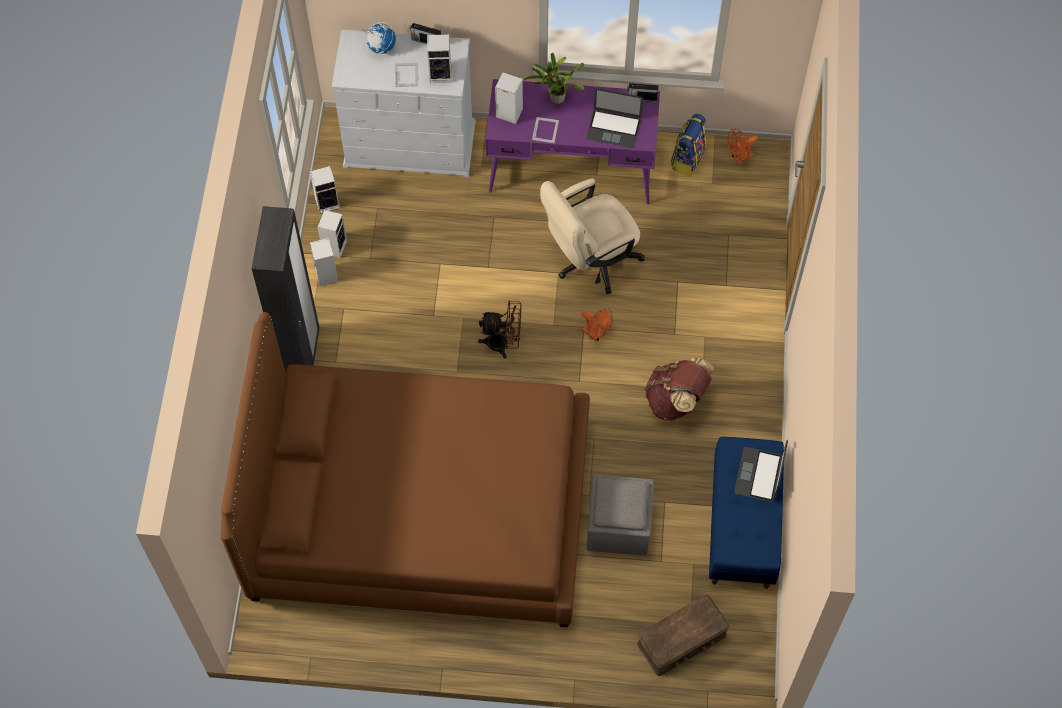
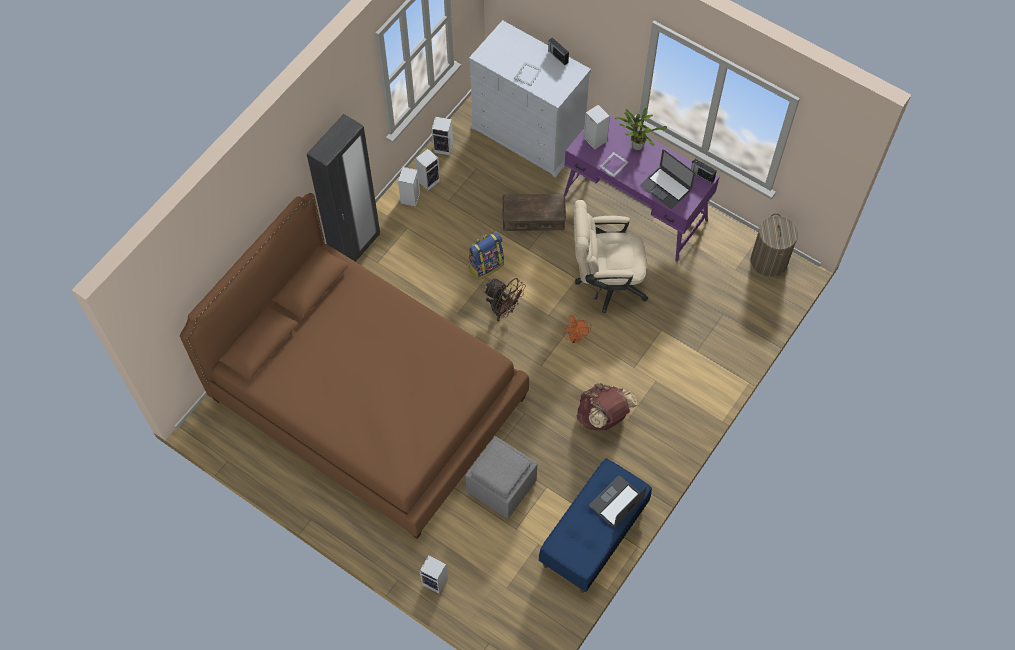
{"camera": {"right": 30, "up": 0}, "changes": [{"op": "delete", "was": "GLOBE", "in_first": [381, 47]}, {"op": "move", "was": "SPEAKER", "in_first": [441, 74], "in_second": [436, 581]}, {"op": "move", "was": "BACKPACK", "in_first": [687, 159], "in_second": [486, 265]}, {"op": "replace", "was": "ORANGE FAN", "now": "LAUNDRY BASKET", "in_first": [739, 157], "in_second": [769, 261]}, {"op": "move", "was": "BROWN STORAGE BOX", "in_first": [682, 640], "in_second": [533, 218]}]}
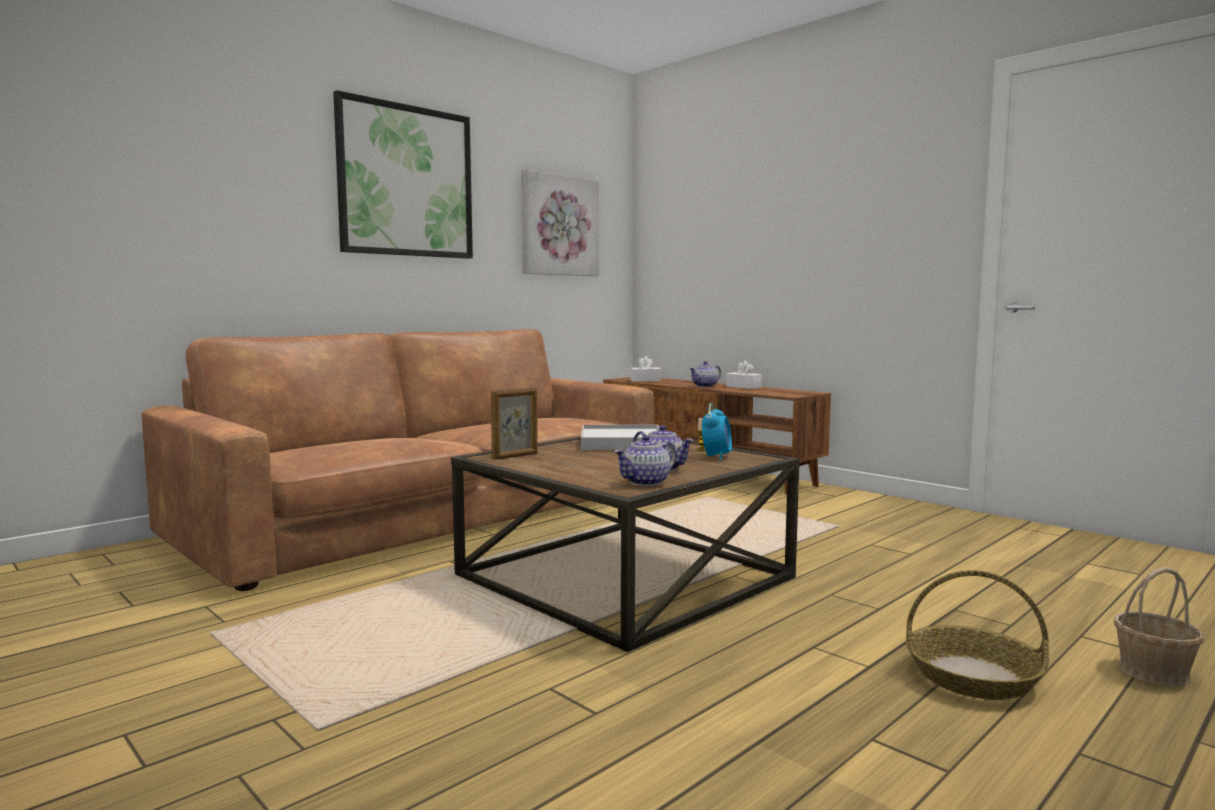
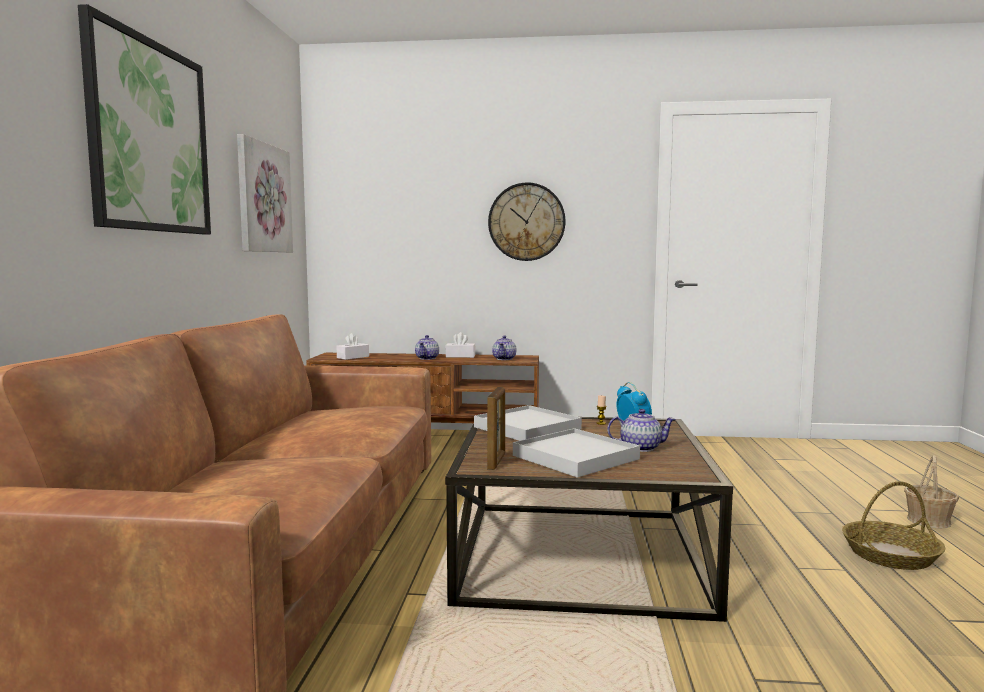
{"camera": {"right": -40, "up": 0}, "changes": [{"op": "move", "was": "TEAPOT", "in_first": [646, 482], "in_second": [504, 359]}, {"op": "insert", "now": "WALL CLOCK", "in_second": [526, 222]}, {"op": "insert", "now": "WHITE TRAY", "in_second": [576, 457]}]}
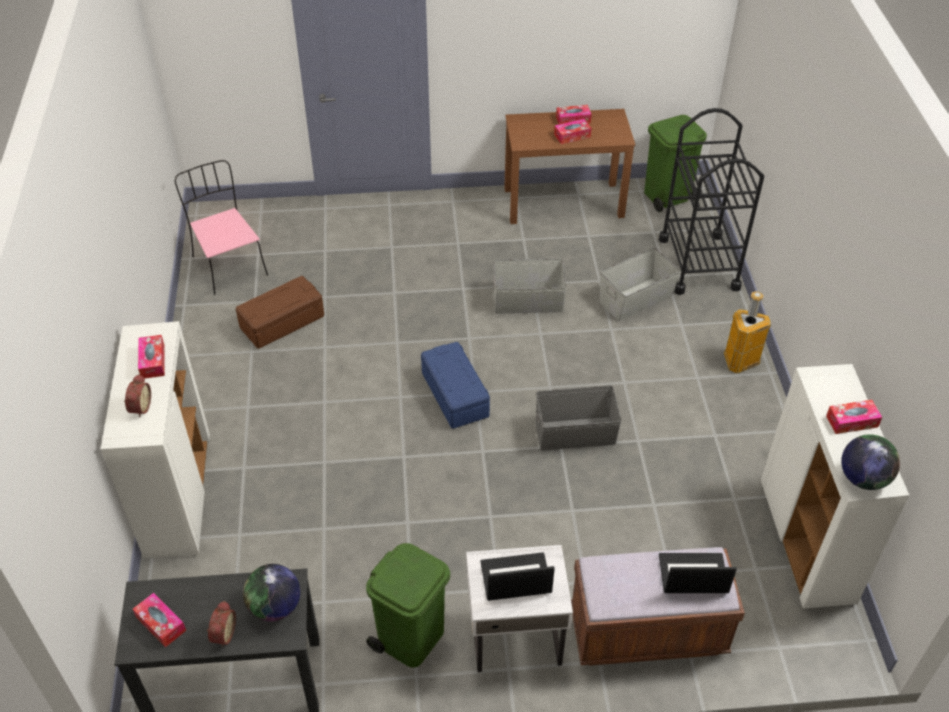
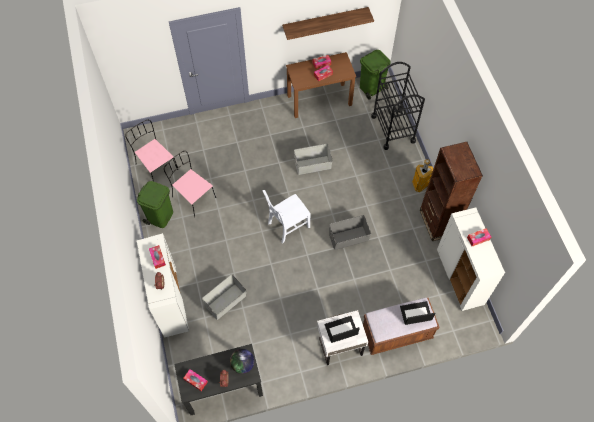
{"camera": {"right": -10, "up": 15}, "changes": [{"op": "move", "was": "GREY STORAGE BOX", "in_first": [635, 299], "in_second": [225, 301]}, {"op": "replace", "was": "BROWN STORAGE BOX", "now": "PINK CHAIR", "in_first": [282, 321], "in_second": [193, 197]}, {"op": "replace", "was": "BLUE STORAGE BOX", "now": "WHITE CHAIR", "in_first": [454, 395], "in_second": [287, 226]}, {"op": "delete", "was": "GLOBE", "in_first": [863, 478]}, {"op": "move", "was": "GREEN TRASH CAN", "in_first": [411, 637], "in_second": [160, 216]}, {"op": "insert", "now": "SHELF", "in_second": [325, 21]}, {"op": "insert", "now": "BROWN BOOKCASE", "in_second": [437, 223]}]}
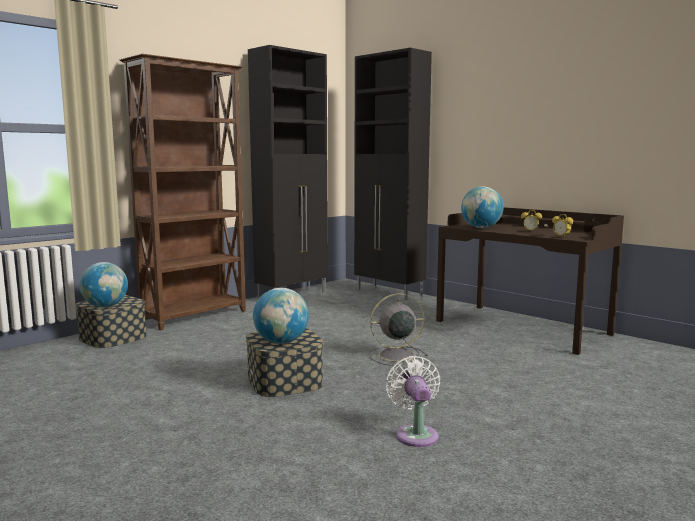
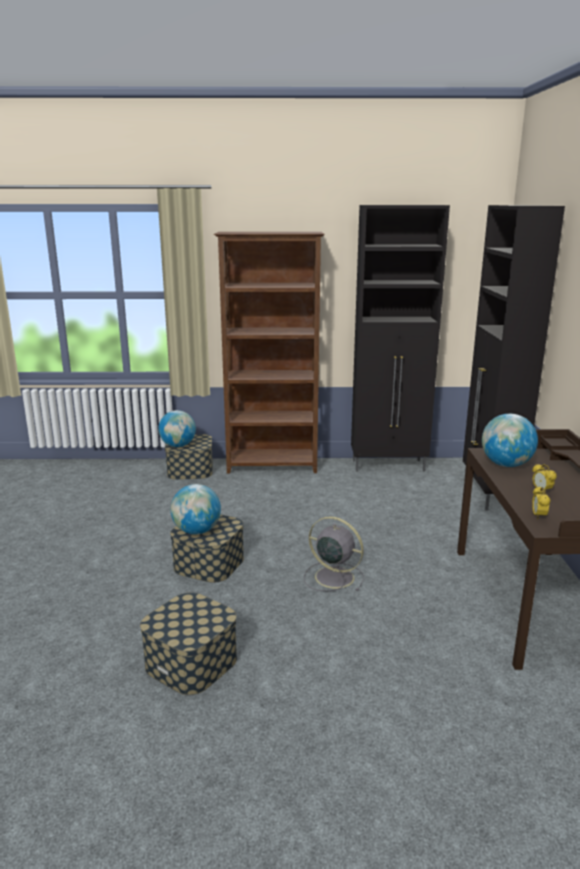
{"camera": {"right": 45, "up": 10}, "changes": [{"op": "replace", "was": "WHITE FAN", "now": "STORAGE BOX", "in_first": [415, 434], "in_second": [191, 662]}]}
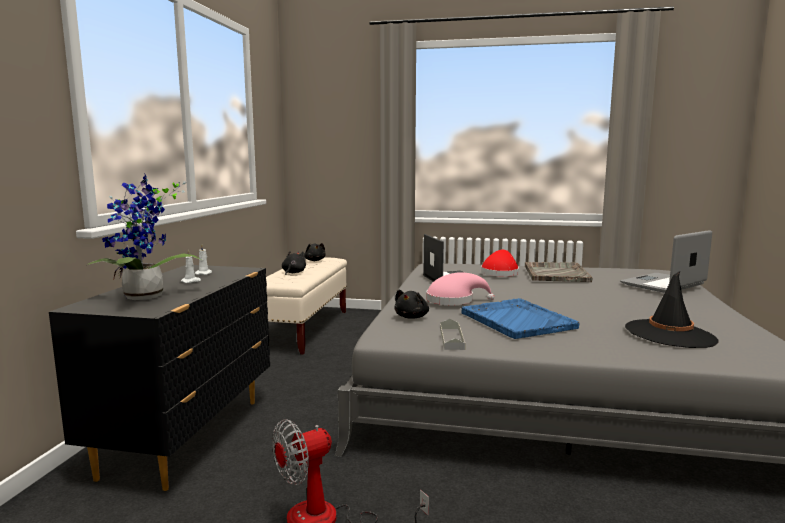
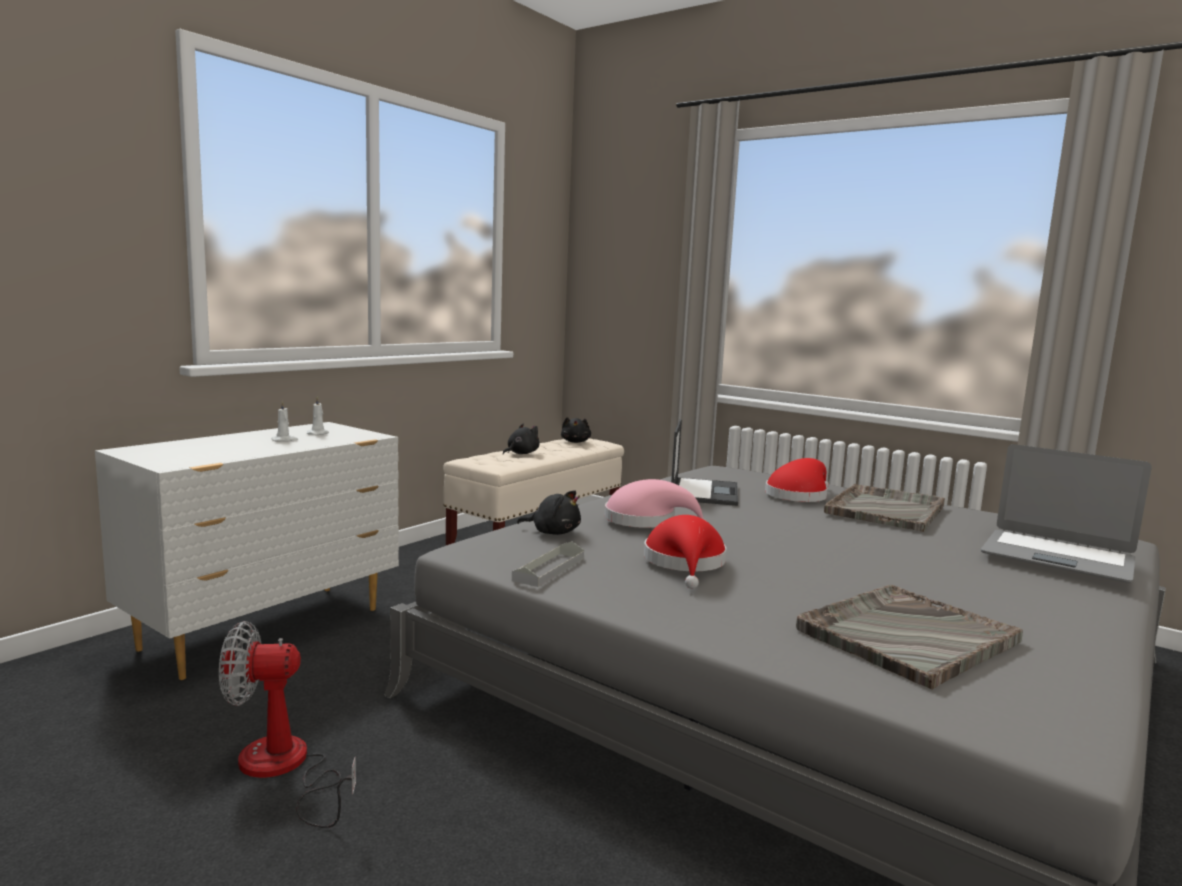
{"camera": {"right": 25, "up": 0}, "changes": [{"op": "delete", "was": "POTTED PLANT", "in_first": [145, 298]}, {"op": "rotate", "was": "LAPTOP", "in_first": [663, 284], "in_second": [1057, 557], "clockwise": -135}, {"op": "recolor", "was": "BLACK DRESSER", "now": "WHITE DRESSER", "in_first": [188, 436], "in_second": [268, 628]}, {"op": "replace", "was": "BLACK HAT", "now": "GREY TRAY", "in_first": [670, 334], "in_second": [906, 636]}, {"op": "rotate", "was": "BLACK PLUSH TOY", "in_first": [412, 317], "in_second": [553, 532], "clockwise": -120}, {"op": "replace", "was": "BLUE TRAY", "now": "RED HAT", "in_first": [516, 320], "in_second": [685, 563]}]}
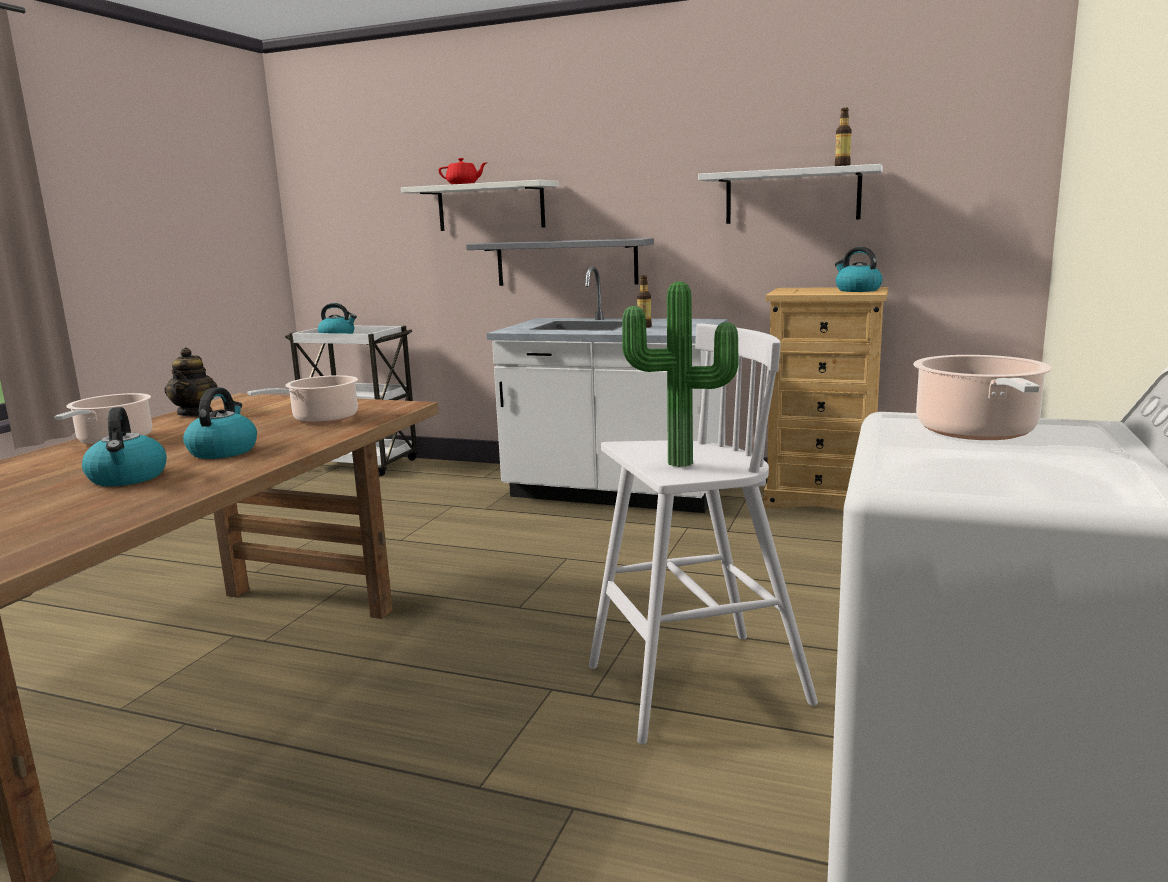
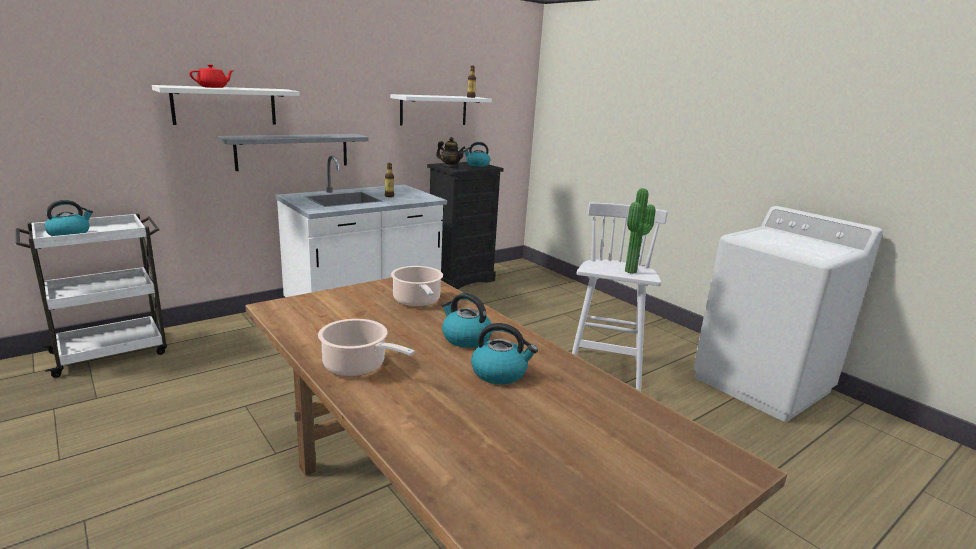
{"camera": {"right": -60, "up": 5}, "changes": [{"op": "recolor", "was": "BEIGE DRESSER", "now": "BLACK DRESSER", "in_first": [821, 498], "in_second": [460, 279]}, {"op": "move", "was": "TEAPOT", "in_first": [196, 413], "in_second": [450, 167]}, {"op": "delete", "was": "COOKING POT", "in_first": [978, 432]}]}
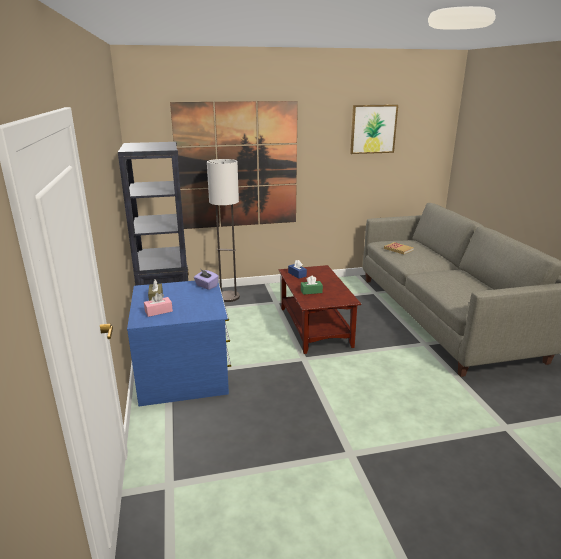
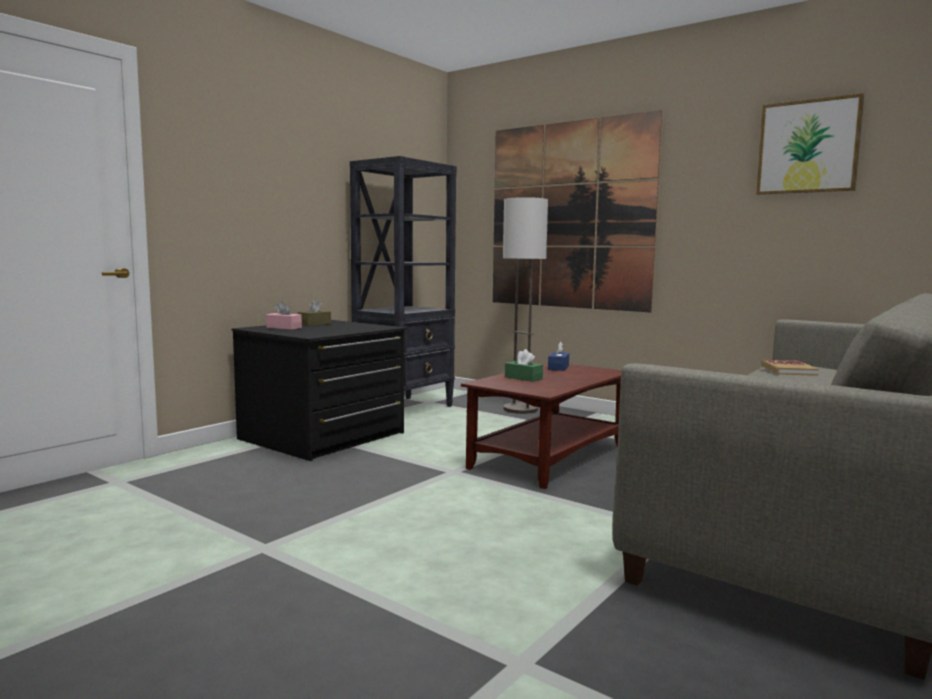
{"camera": {"right": 50, "up": -15}, "changes": [{"op": "delete", "was": "PURPLE TISSUE BOX", "in_first": [206, 286]}, {"op": "recolor", "was": "BLUE DRESSER", "now": "BLACK DRESSER", "in_first": [184, 372], "in_second": [323, 436]}]}
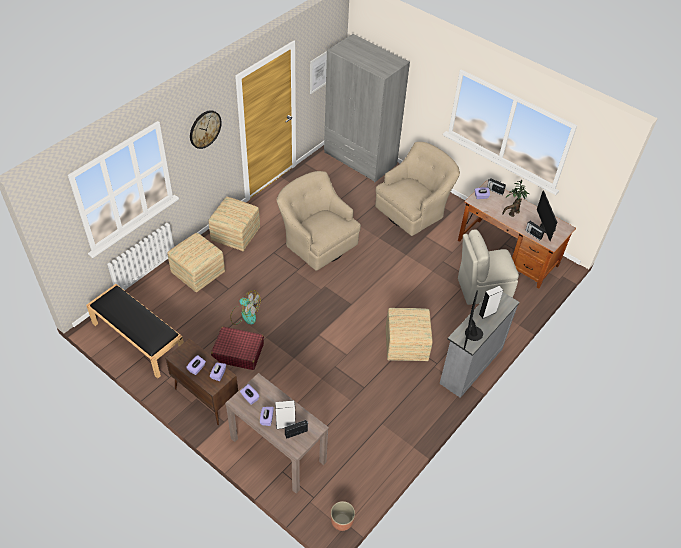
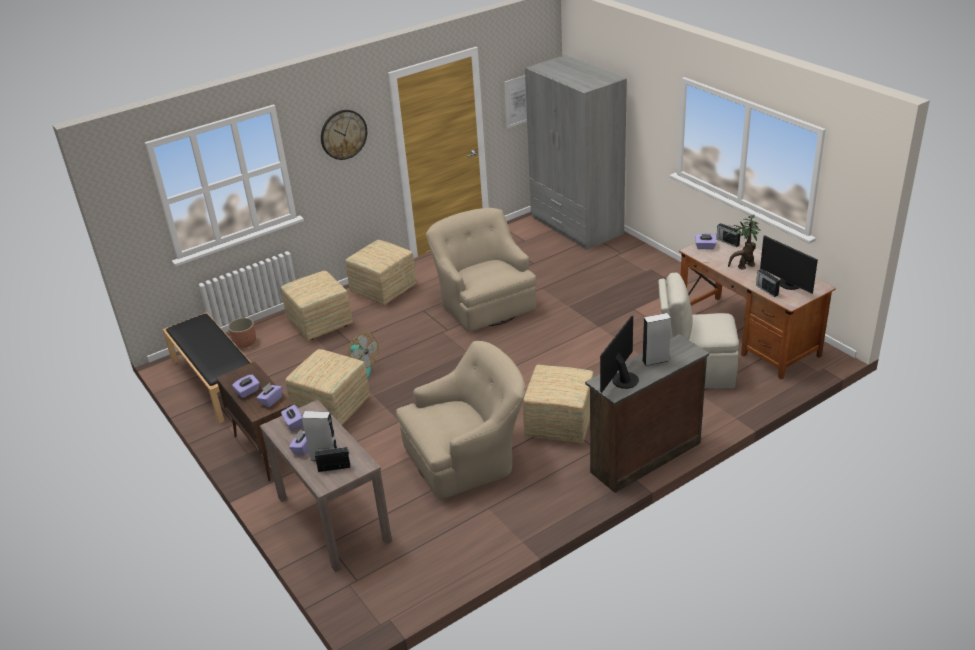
{"camera": {"right": 20, "up": -15}, "changes": [{"op": "move", "was": "BEIGE ARMCHAIR", "in_first": [414, 209], "in_second": [467, 457]}, {"op": "rotate", "was": "MONITOR", "in_first": [545, 228], "in_second": [788, 284], "clockwise": -45}, {"op": "recolor", "was": "GREY DRESSER", "now": "BROWN DRESSER", "in_first": [470, 365], "in_second": [644, 457]}, {"op": "replace", "was": "RED SUITCASE", "now": "OTTOMAN", "in_first": [238, 352], "in_second": [331, 407]}, {"op": "move", "was": "PLANTER", "in_first": [341, 521], "in_second": [245, 343]}]}
